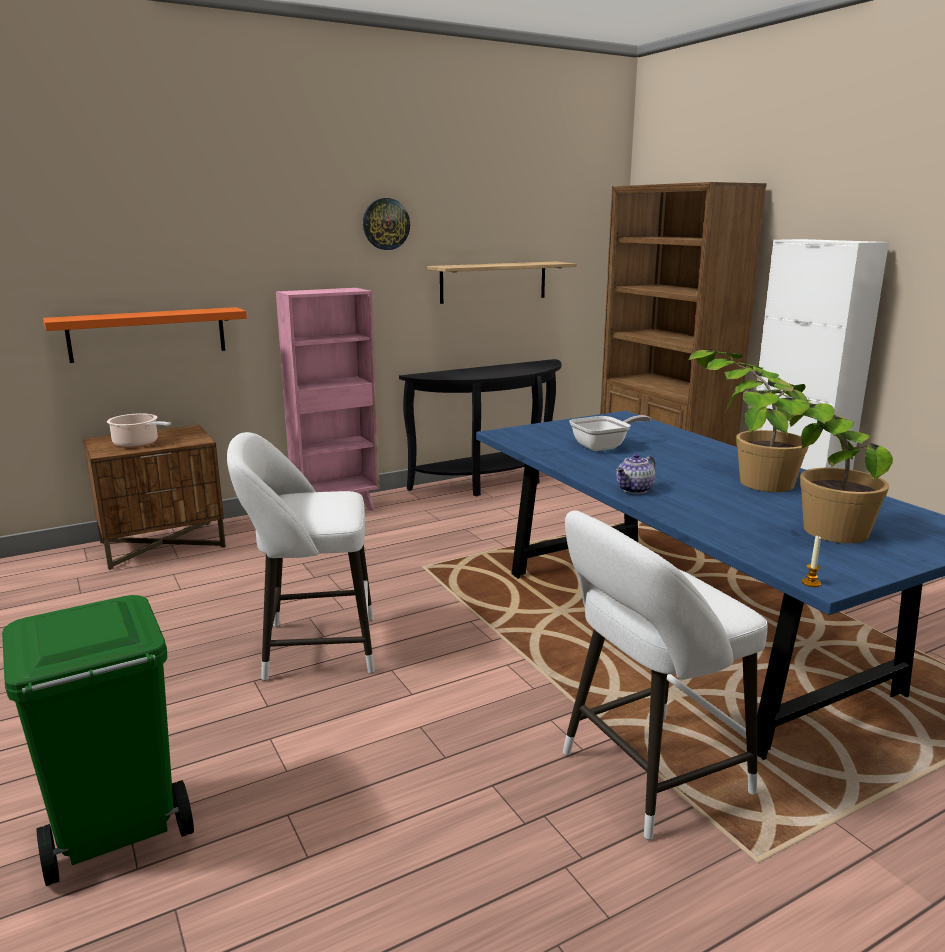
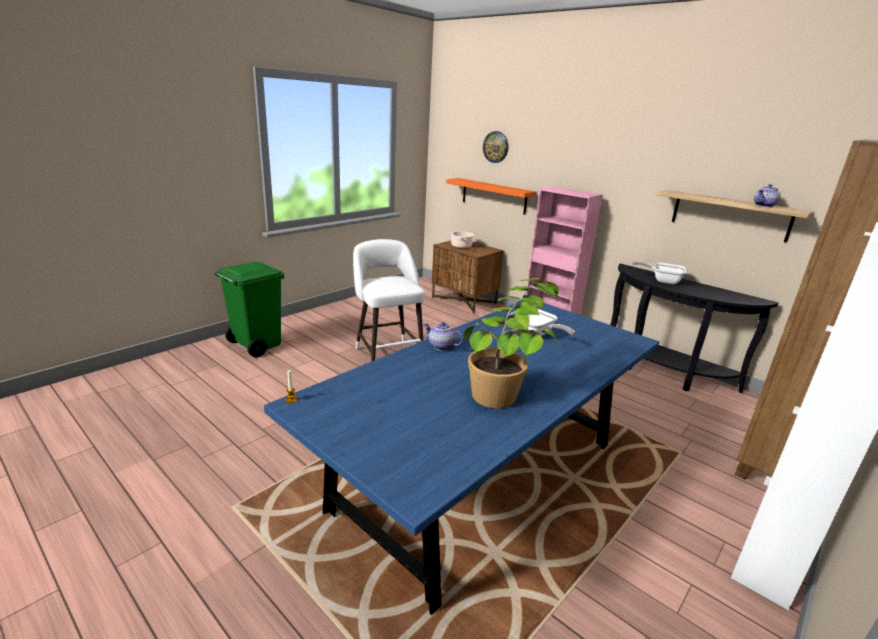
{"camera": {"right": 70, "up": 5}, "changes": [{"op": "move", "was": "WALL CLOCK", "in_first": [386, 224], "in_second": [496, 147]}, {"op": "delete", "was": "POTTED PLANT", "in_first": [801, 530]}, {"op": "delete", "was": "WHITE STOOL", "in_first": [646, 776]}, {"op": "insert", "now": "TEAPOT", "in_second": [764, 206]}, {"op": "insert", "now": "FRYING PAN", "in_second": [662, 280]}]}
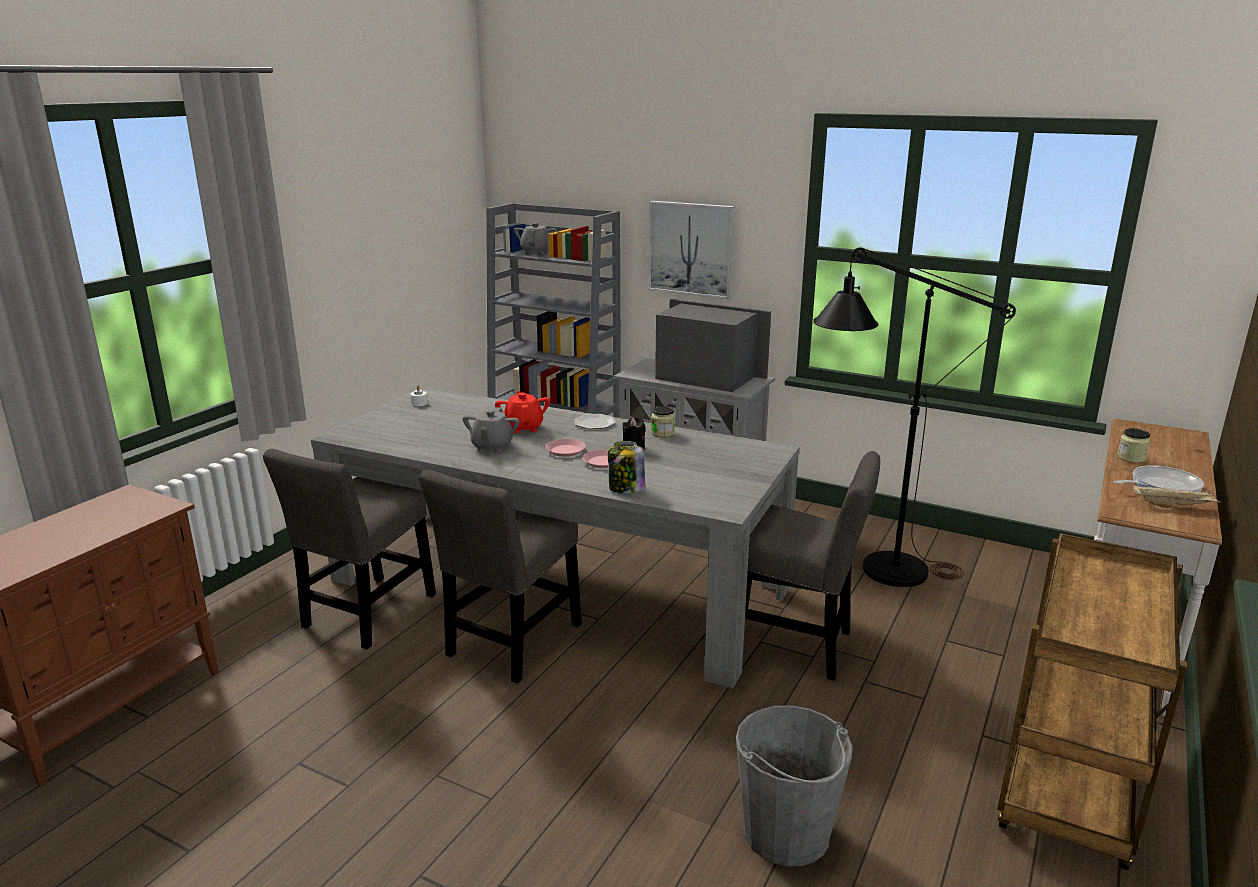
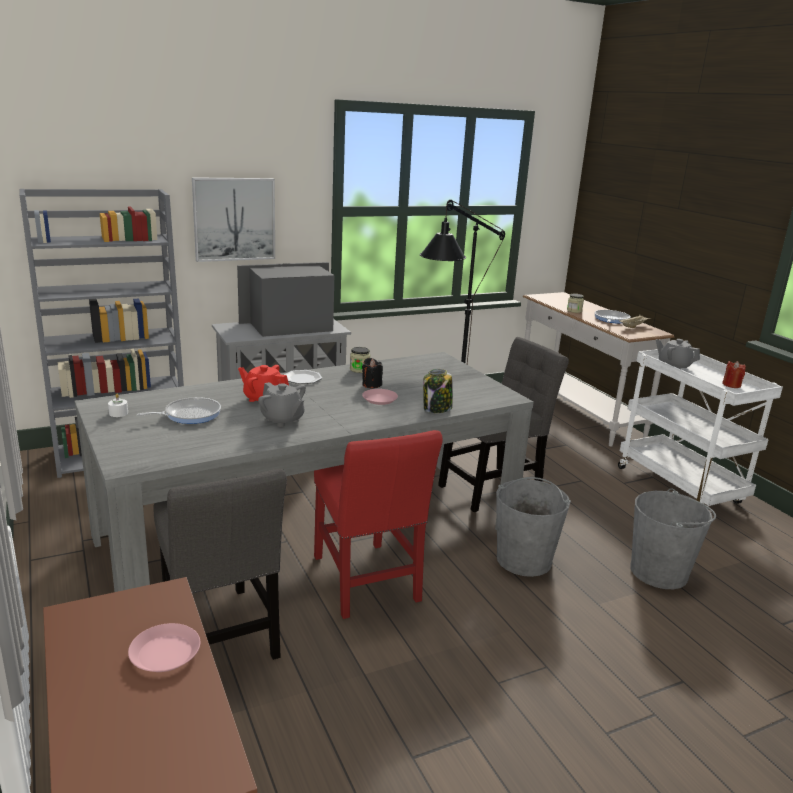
{"camera": {"right": -55, "up": 0}, "changes": [{"op": "move", "was": "GREY TEAPOT", "in_first": [536, 252], "in_second": [674, 366]}, {"op": "move", "was": "PINK PLATE", "in_first": [566, 451], "in_second": [165, 653]}, {"op": "recolor", "was": "GREY CHAIR", "now": "RED CHAIR", "in_first": [511, 644], "in_second": [366, 582]}, {"op": "recolor", "was": "BROWN CART", "now": "WHITE CART", "in_first": [1070, 792], "in_second": [681, 487]}, {"op": "insert", "now": "RED CANDLE", "in_second": [731, 385]}, {"op": "insert", "now": "FRYING PAN", "in_second": [189, 415]}, {"op": "insert", "now": "GREY BUCKET", "in_second": [524, 559]}]}
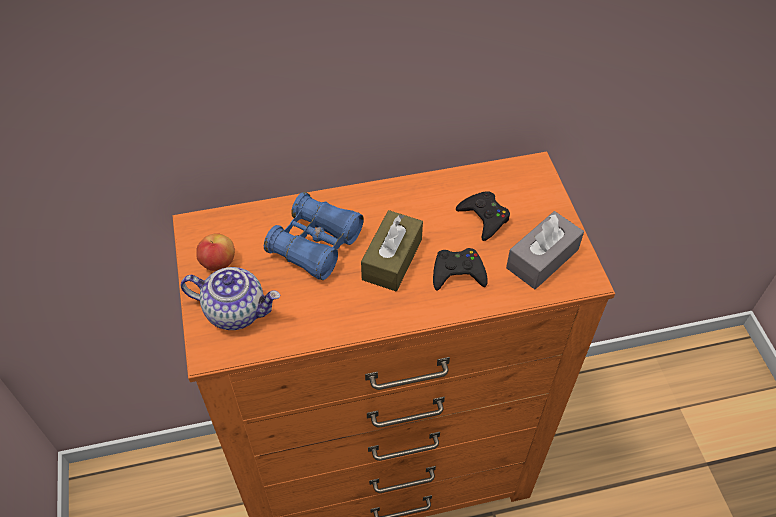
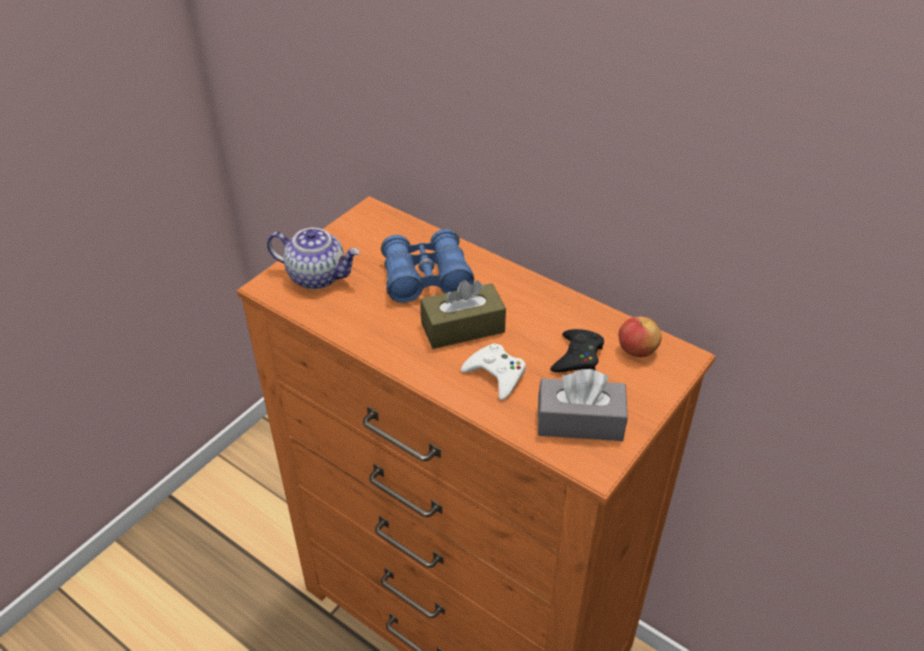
{"camera": {"right": 50, "up": -10}, "changes": [{"op": "move", "was": "APPLE", "in_first": [218, 263], "in_second": [636, 350]}, {"op": "recolor", "was": "BLACK GAME CONTROLLER", "now": "WHITE GAME CONTROLLER", "in_first": [458, 273], "in_second": [496, 375]}, {"op": "rotate", "was": "TEAPOT", "in_first": [236, 310], "in_second": [318, 276], "clockwise": -45}]}
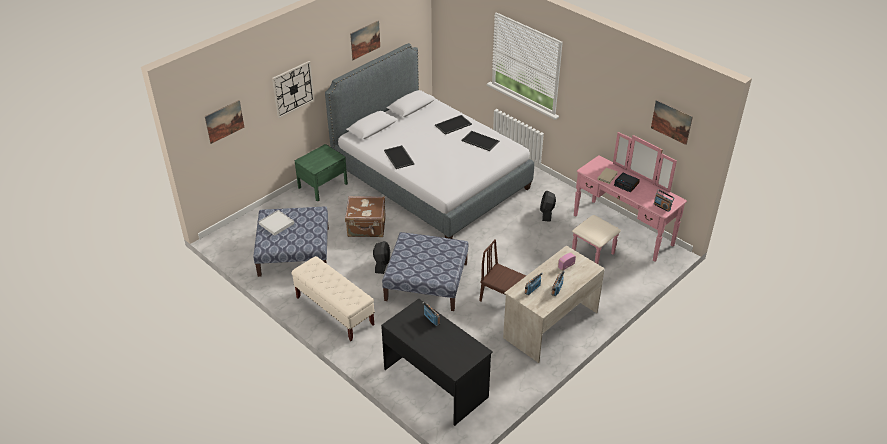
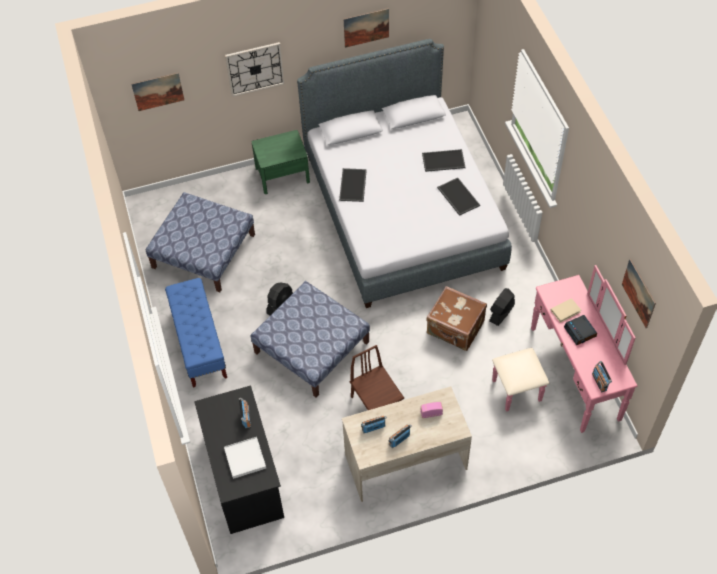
{"camera": {"right": 30, "up": 15}, "changes": [{"op": "move", "was": "BROWN SUITCASE", "in_first": [366, 227], "in_second": [455, 329]}, {"op": "move", "was": "WHITE TRAY", "in_first": [276, 224], "in_second": [245, 458]}, {"op": "recolor", "was": "BEIGE BENCH", "now": "BLUE BENCH", "in_first": [334, 311], "in_second": [199, 343]}]}
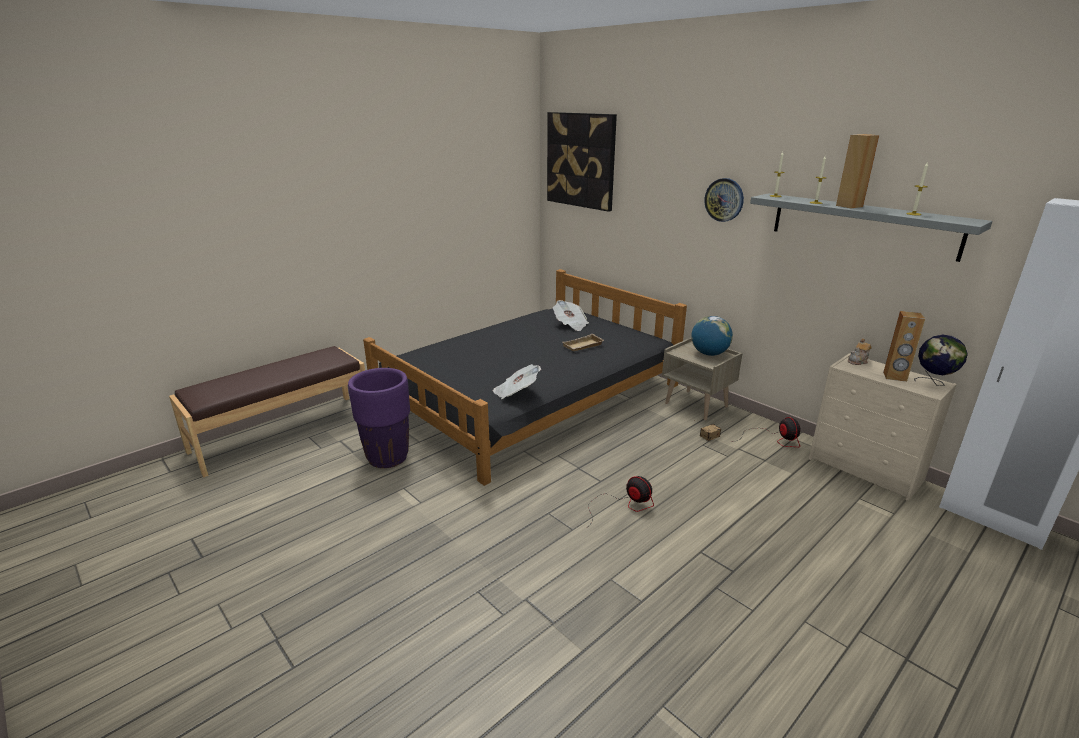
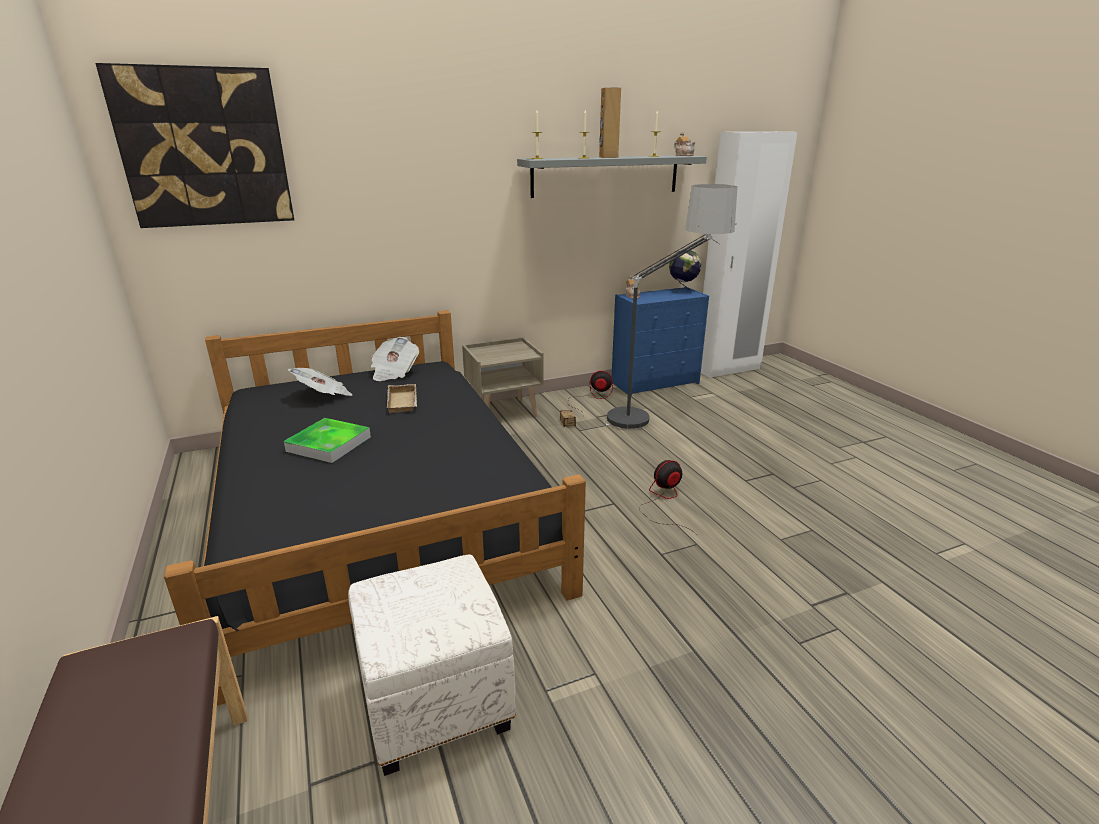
{"camera": {"right": -70, "up": 0}, "changes": [{"op": "delete", "was": "WALL CLOCK", "in_first": [724, 200]}, {"op": "delete", "was": "BROWN SPEAKER", "in_first": [894, 377]}, {"op": "delete", "was": "GLOBE", "in_first": [709, 354]}, {"op": "recolor", "was": "BEIGE DRESSER", "now": "BLUE DRESSER", "in_first": [866, 470], "in_second": [656, 382]}, {"op": "move", "was": "NEWSPAPER", "in_first": [516, 393], "in_second": [394, 372]}, {"op": "replace", "was": "PURPLE PLANTER", "now": "WHITE OTTOMAN", "in_first": [388, 458], "in_second": [437, 702]}, {"op": "insert", "now": "TEAPOT", "in_second": [684, 155]}, {"op": "insert", "now": "FLOOR LAMP", "in_second": [657, 415]}, {"op": "insert", "now": "TRAY", "in_second": [329, 444]}]}
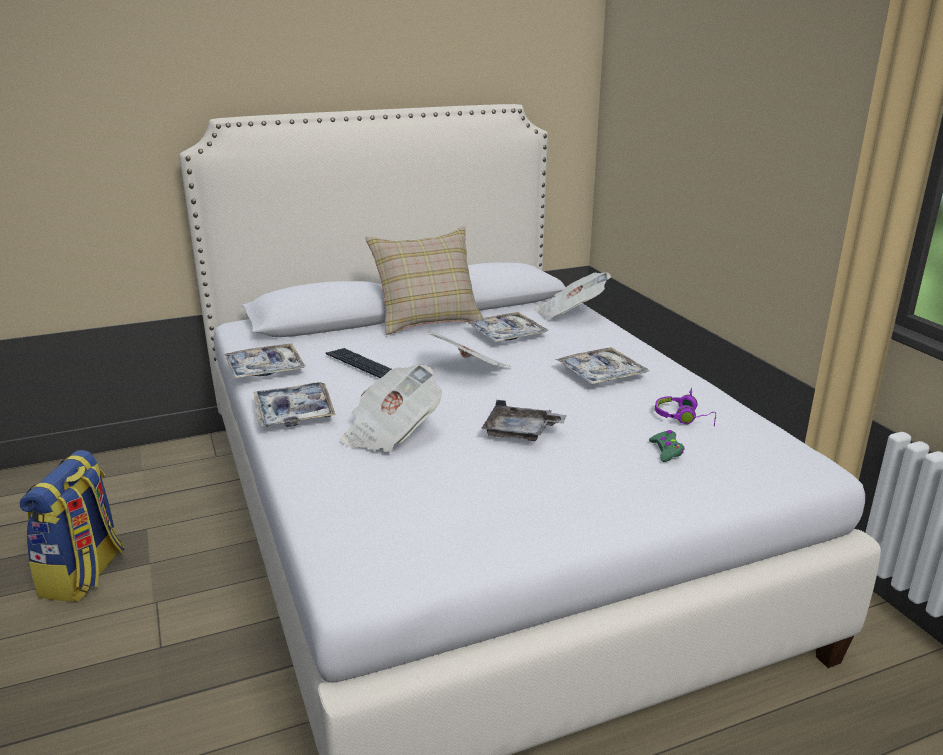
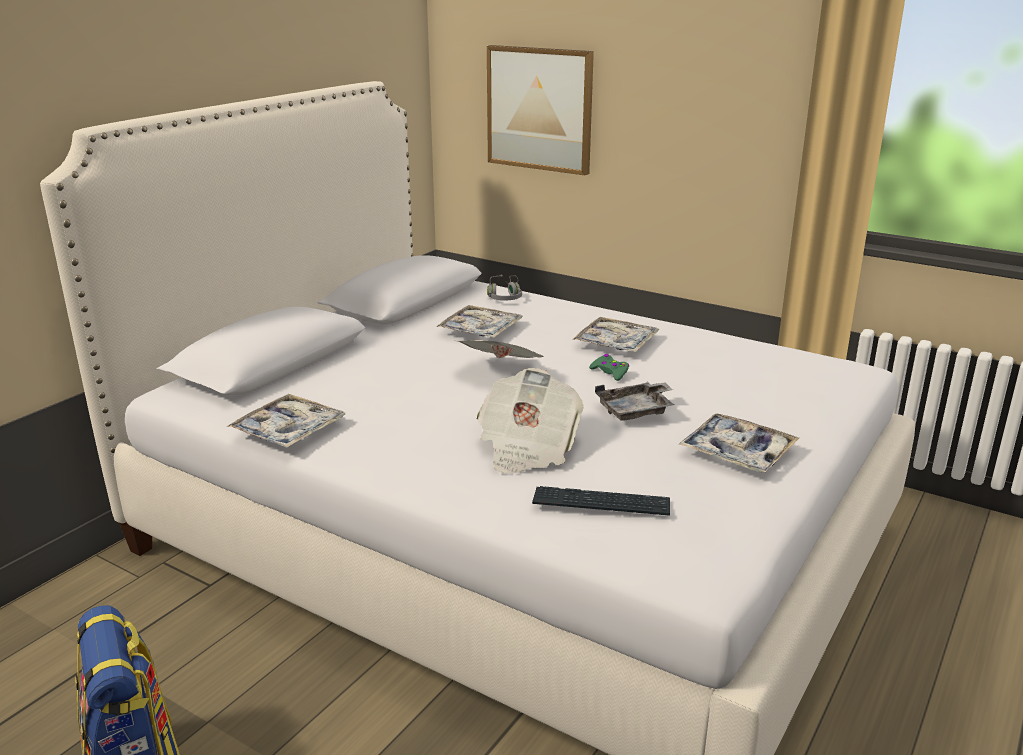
{"camera": {"right": -35, "up": 0}, "changes": [{"op": "delete", "was": "BEIGE PILLOW", "in_first": [427, 320]}, {"op": "replace", "was": "NEWSPAPER", "now": "GREY HEADPHONES", "in_first": [570, 313], "in_second": [505, 296]}, {"op": "move", "was": "KEYBOARD", "in_first": [363, 365], "in_second": [601, 503]}, {"op": "move", "was": "TRAY", "in_first": [294, 413], "in_second": [737, 452]}, {"op": "delete", "was": "PURPLE HEADPHONES", "in_first": [684, 418]}, {"op": "move", "was": "GREEN GAME CONTROLLER", "in_first": [666, 451], "in_second": [610, 372]}, {"op": "insert", "now": "PICTURE", "in_second": [540, 109]}]}
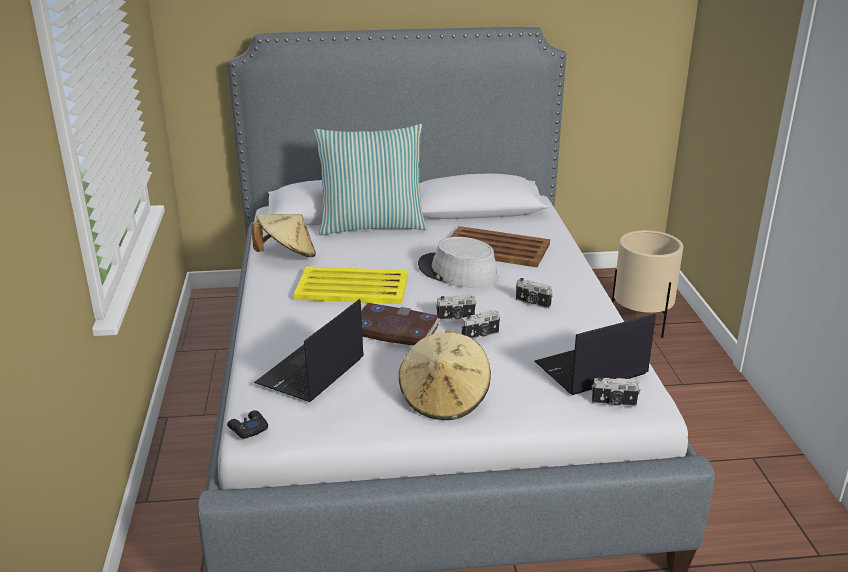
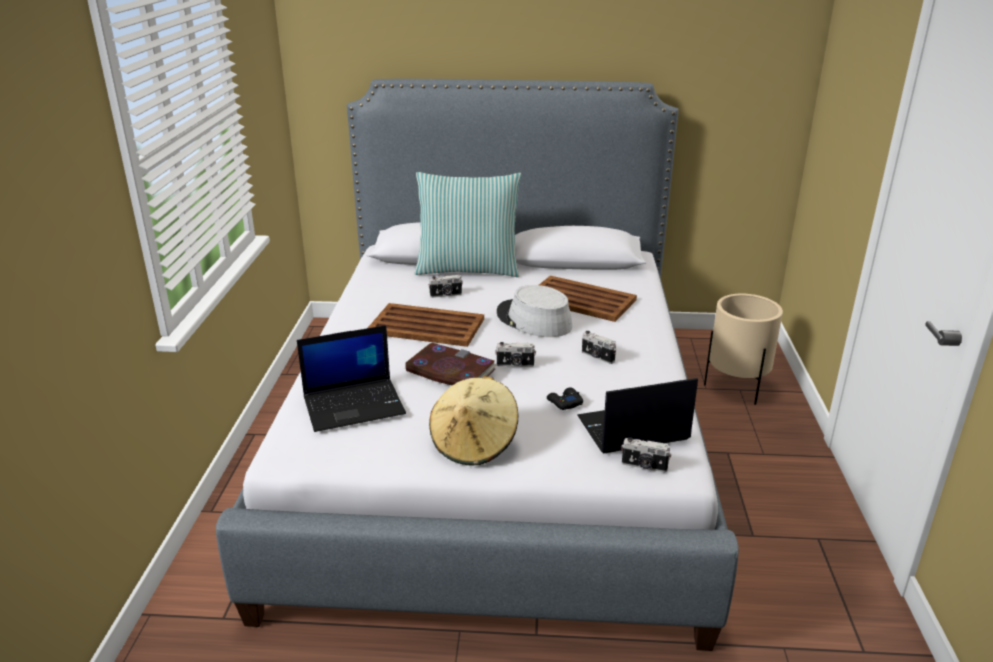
{"camera": {"right": 10, "up": 0}, "changes": [{"op": "delete", "was": "BEIGE HAT", "in_first": [287, 255]}, {"op": "recolor", "was": "YELLOW TRAY", "now": "BROWN TRAY", "in_first": [351, 287], "in_second": [425, 326]}, {"op": "rotate", "was": "LAPTOP", "in_first": [311, 372], "in_second": [355, 405], "clockwise": -150}, {"op": "move", "was": "PHOTO CAMERA", "in_first": [481, 336], "in_second": [446, 295]}, {"op": "move", "was": "BLACK GAME CONTROLLER", "in_first": [248, 428], "in_second": [564, 402]}]}
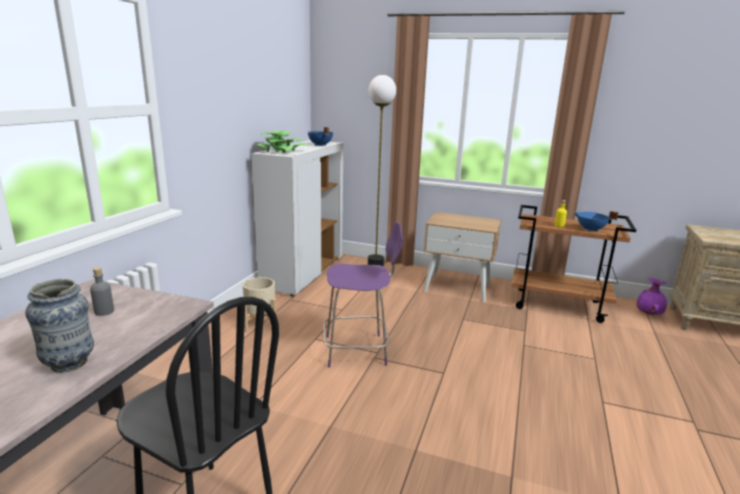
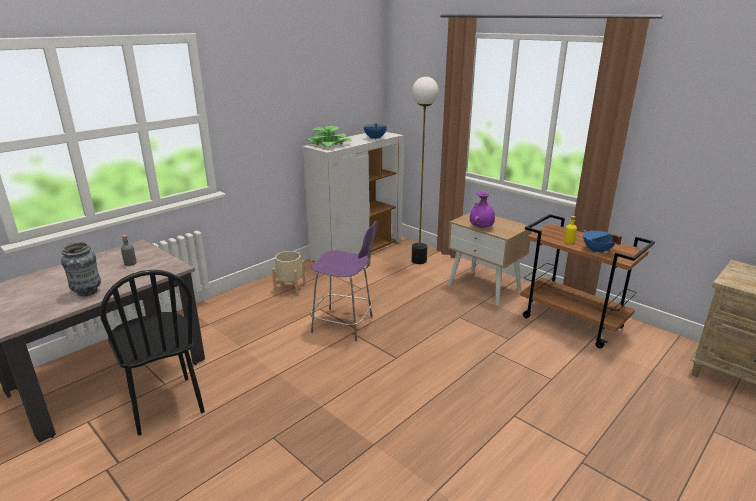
{"camera": {"right": 25, "up": 5}, "changes": [{"op": "move", "was": "PURPLE VASE", "in_first": [649, 314], "in_second": [481, 227]}]}
